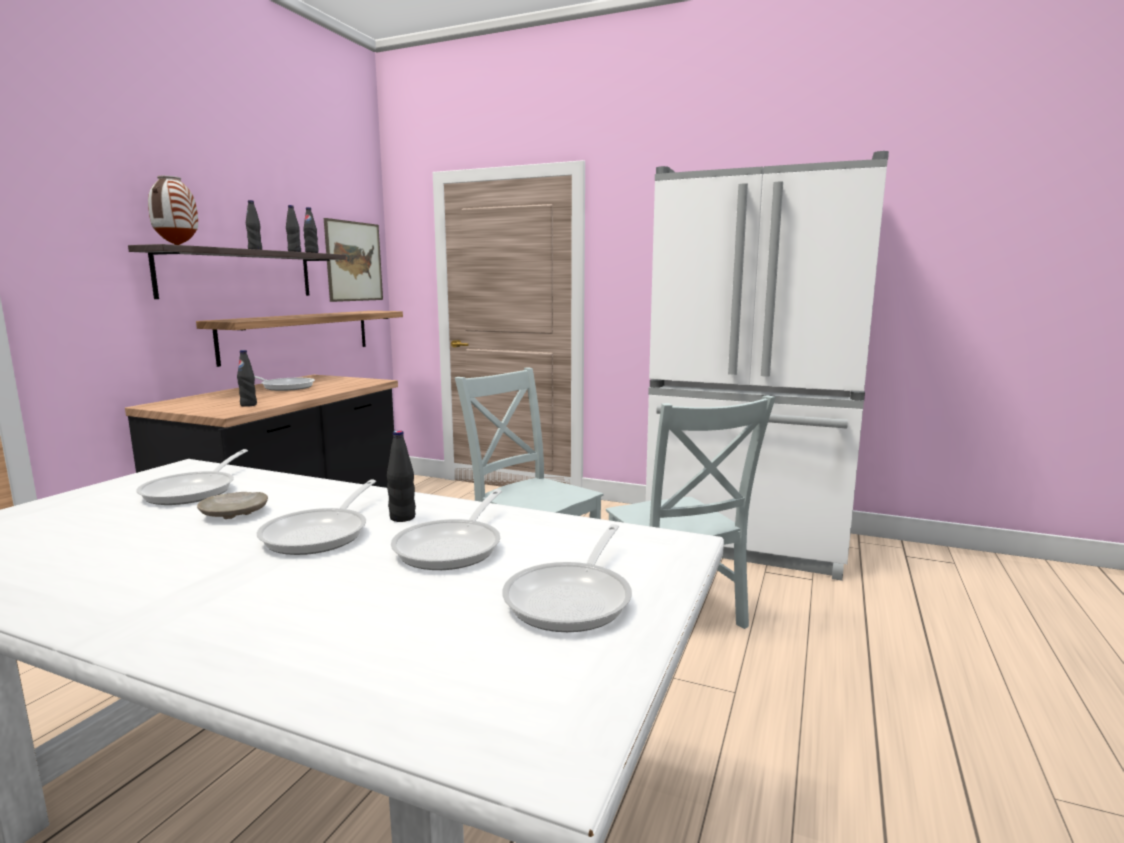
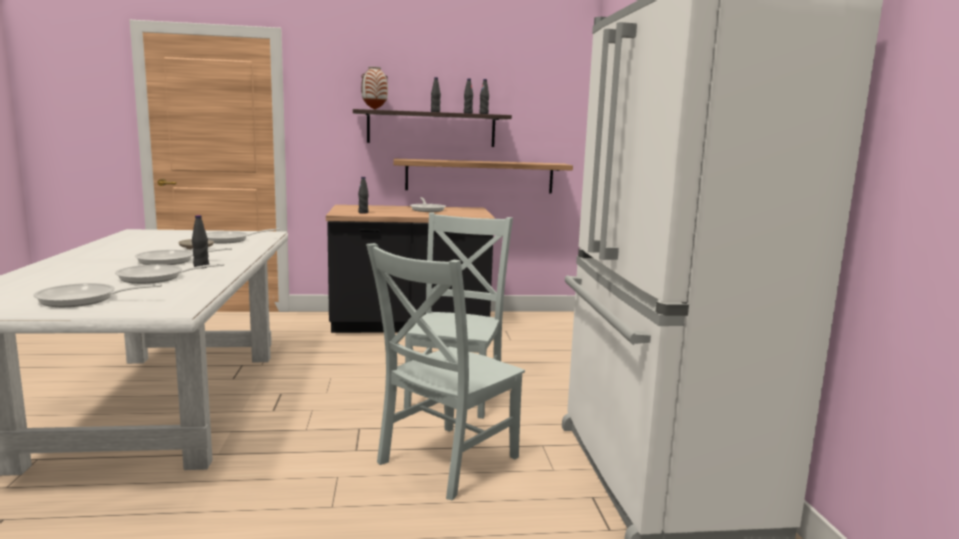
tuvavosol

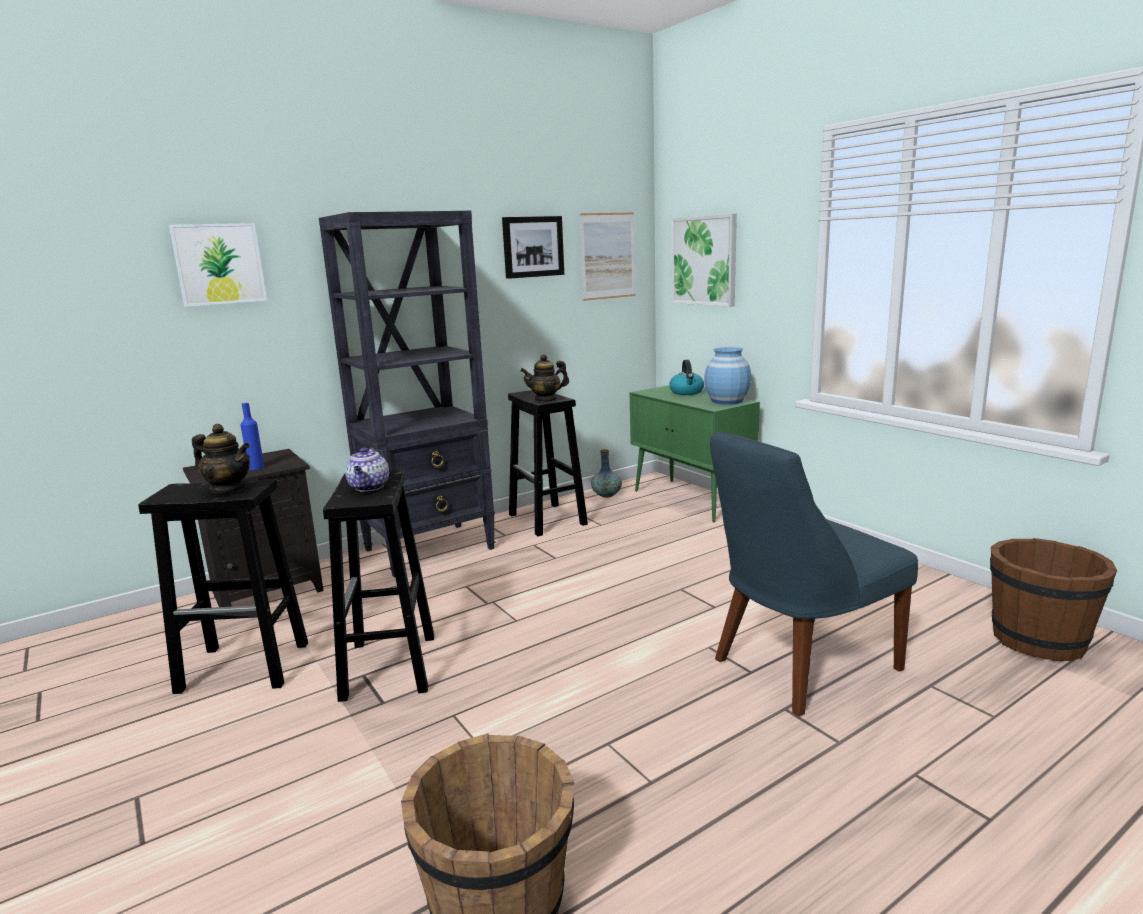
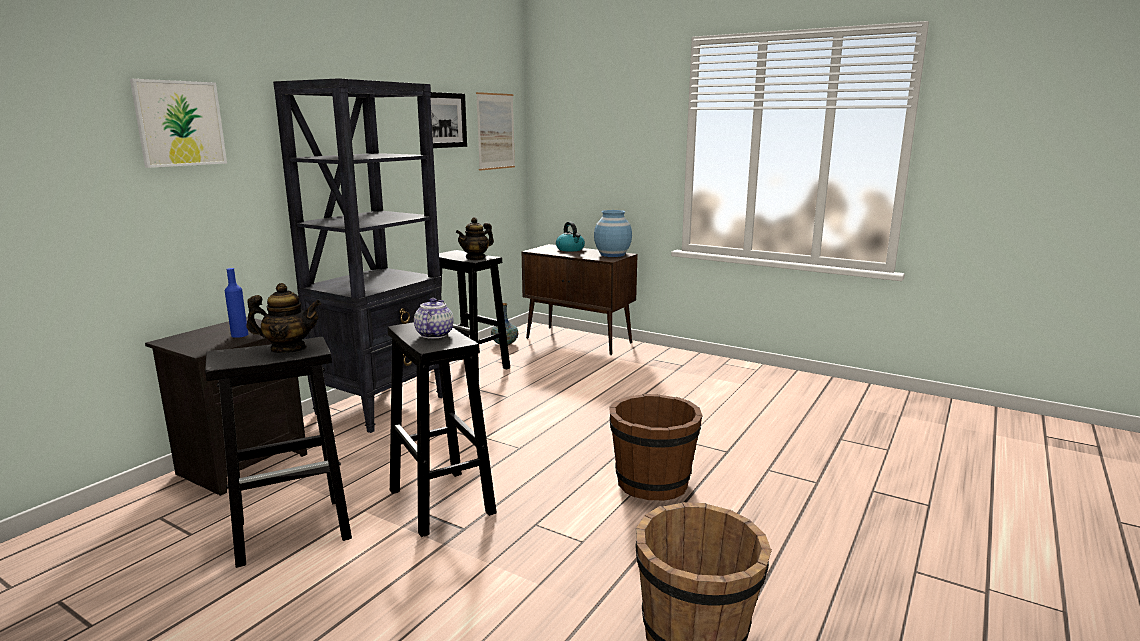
tuvavosol (4th from left in the first image)
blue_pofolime
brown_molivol (1st from left)
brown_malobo
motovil (2nd from left)

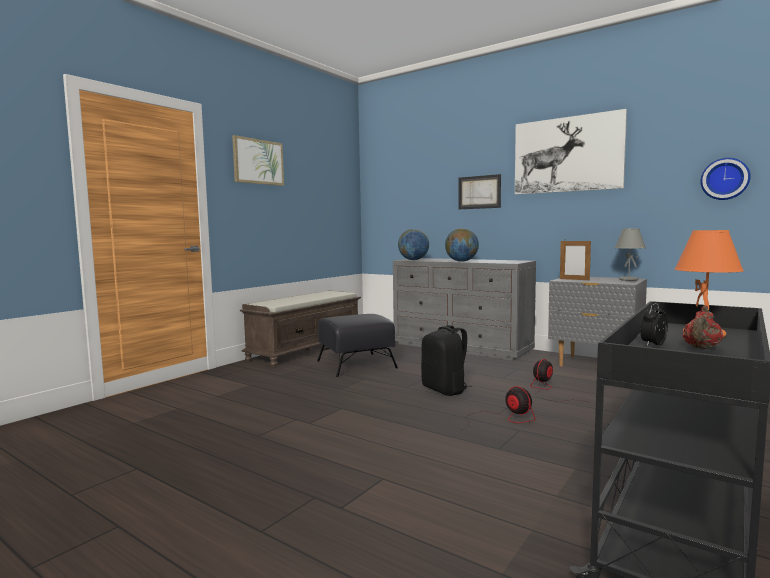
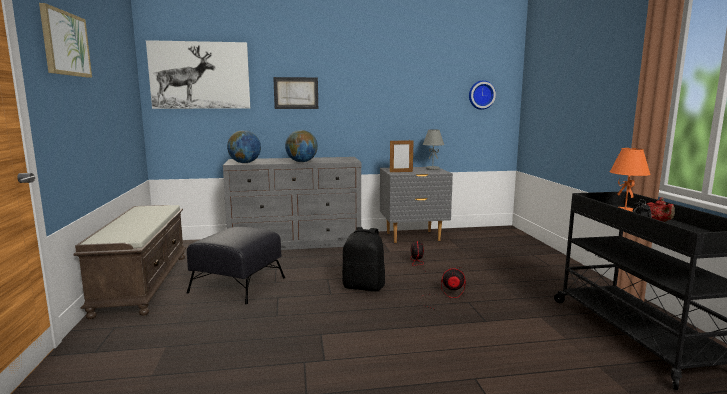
tuvavosol (2nd from left)

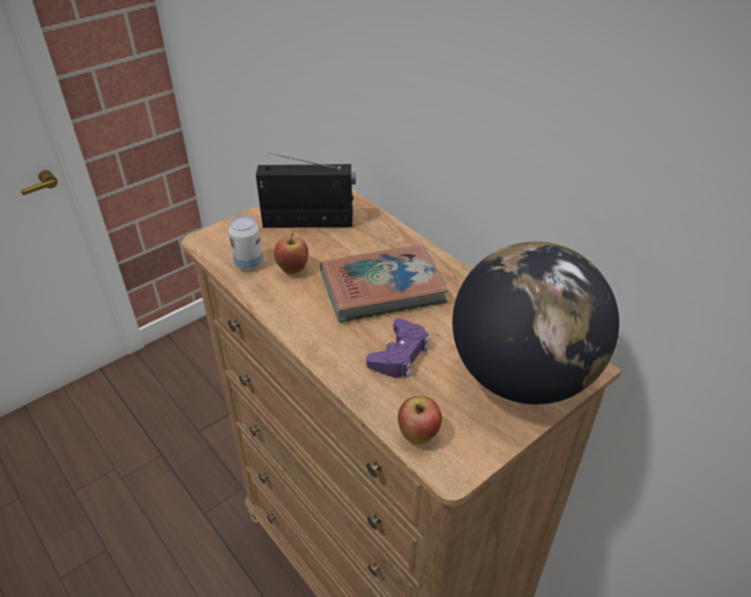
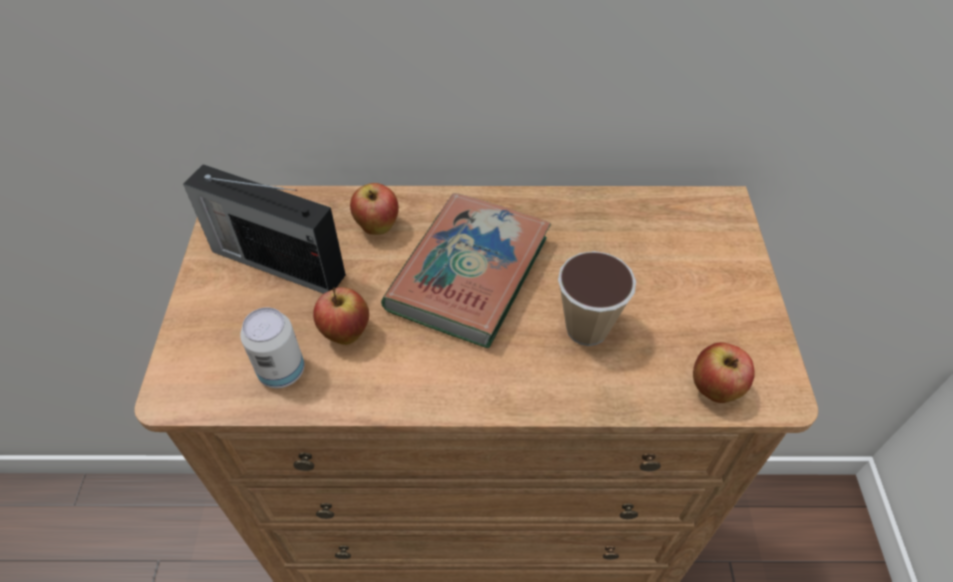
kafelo
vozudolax (2nd from left)
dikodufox
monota

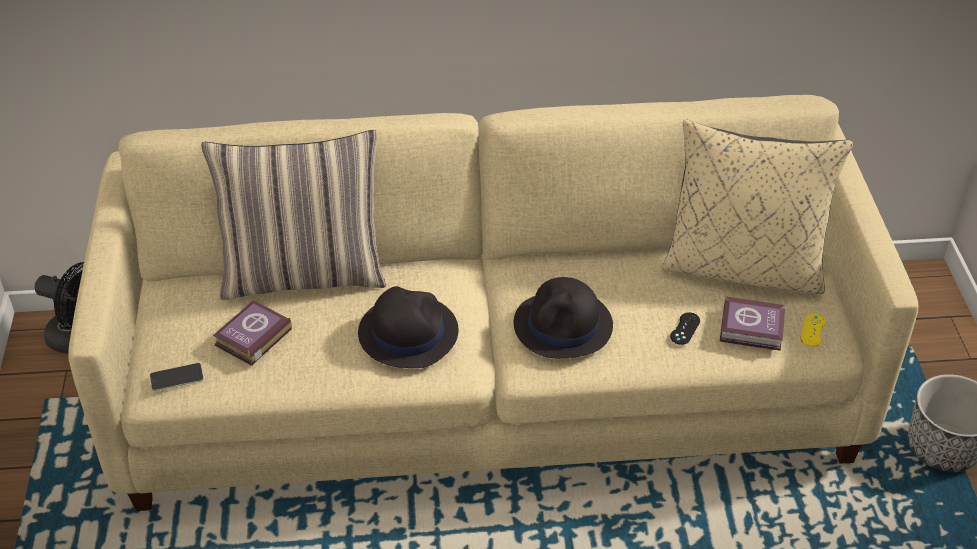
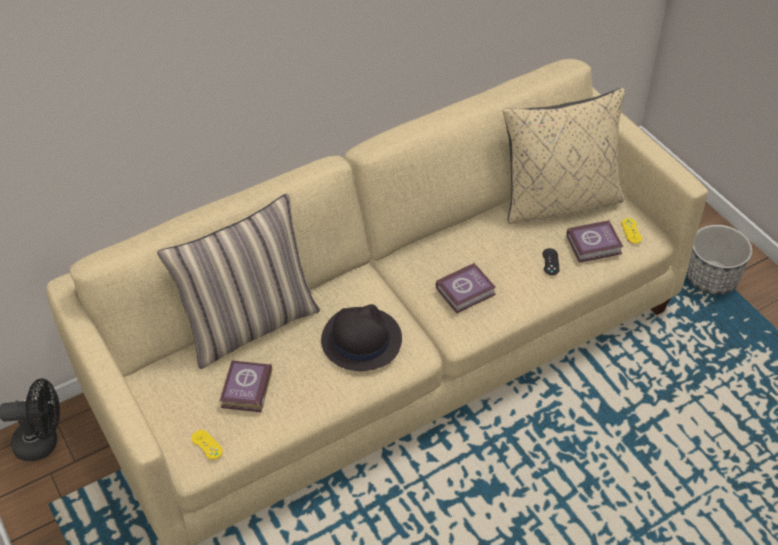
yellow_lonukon (1st from left)
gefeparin (2nd from left)

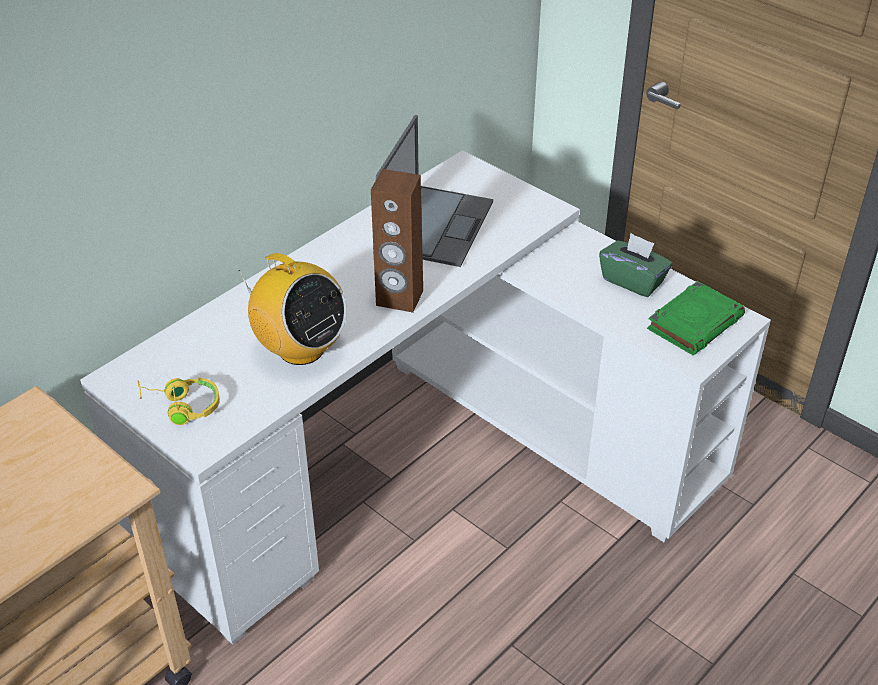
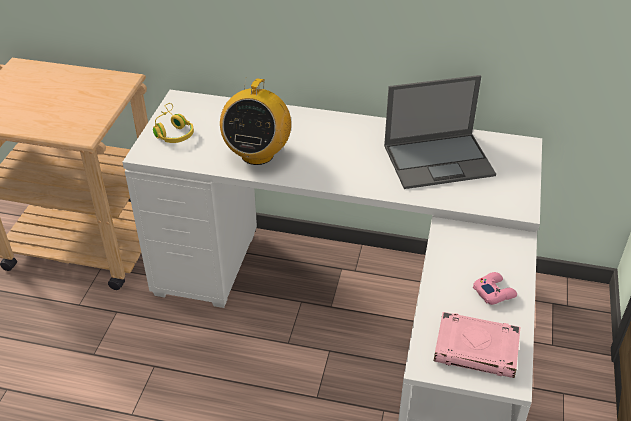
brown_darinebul
pink_lonukon
pink_gefeparin

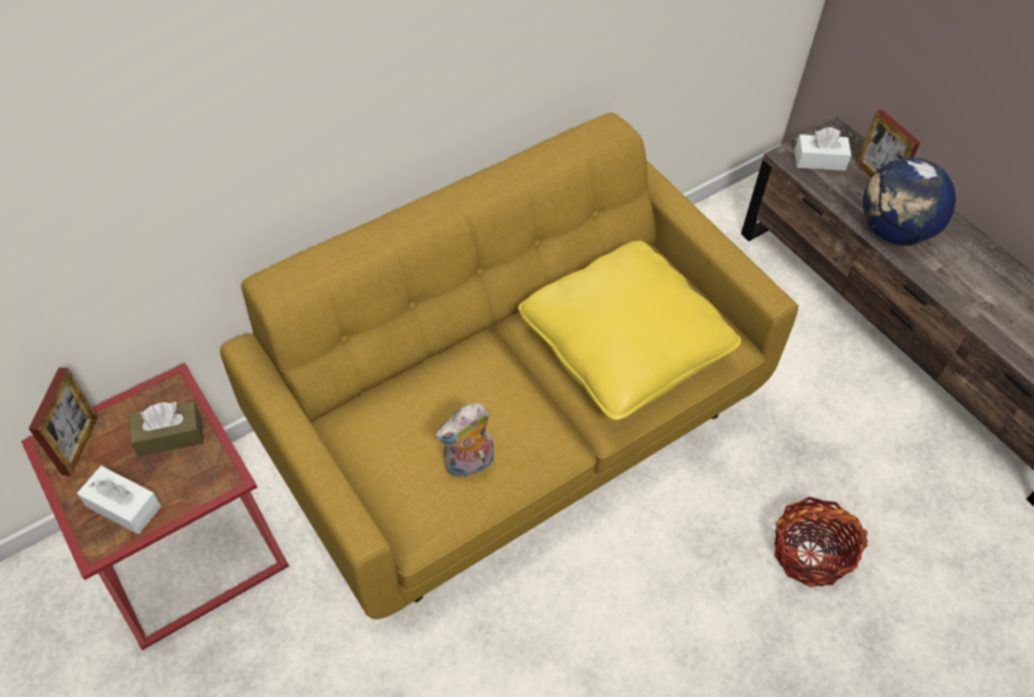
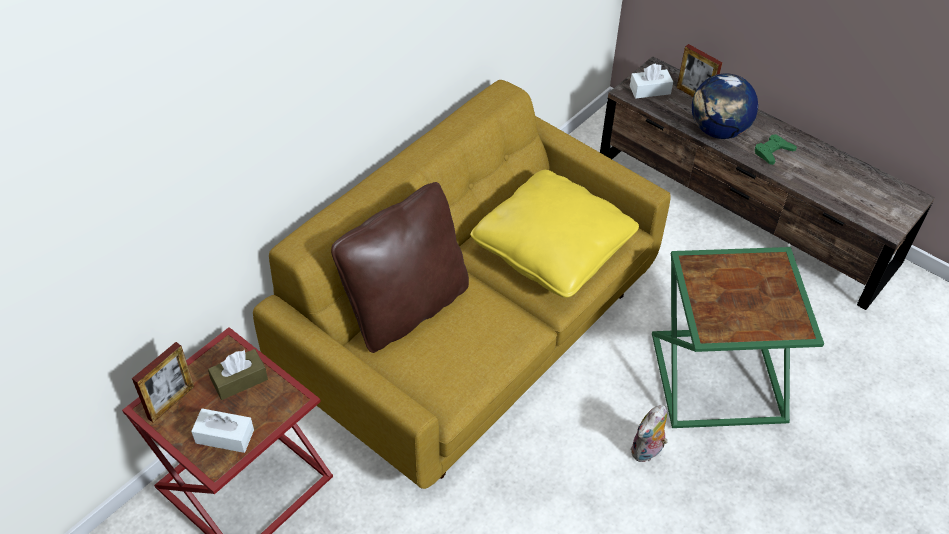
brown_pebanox
green_lonukon
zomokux
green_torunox
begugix (1st from left)

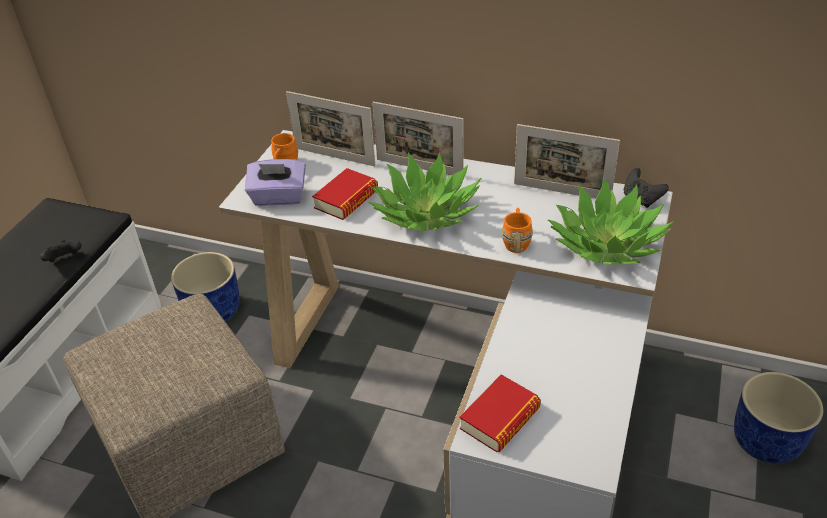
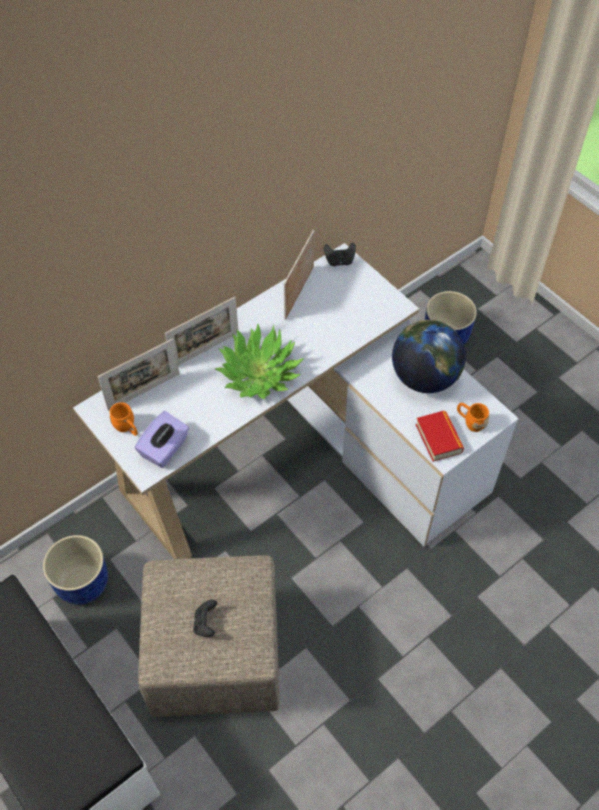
gefeparin (1st from left in the first image)
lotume (2nd from left in the first image)
kafelo
black_lonukon (1st from left)
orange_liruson (2nd from left)
begugix (3rd from left)

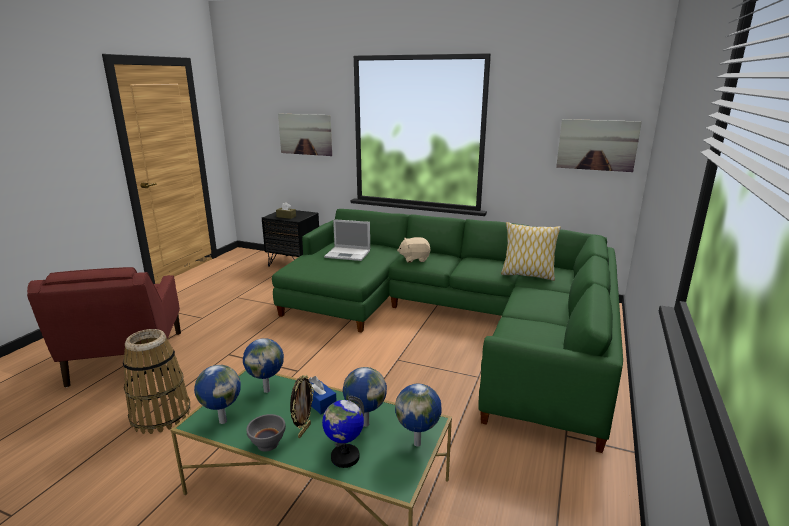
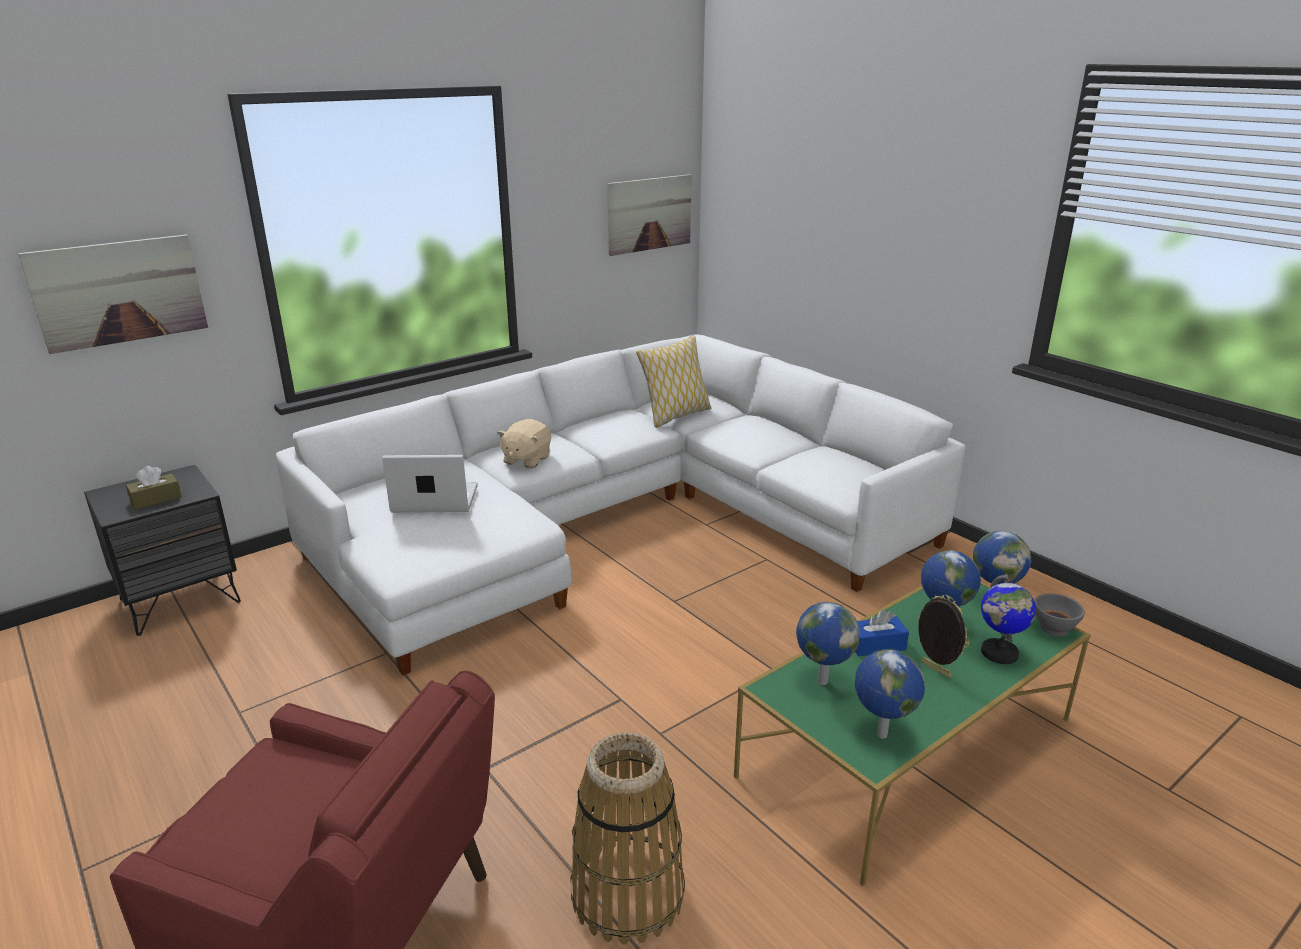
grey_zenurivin
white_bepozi
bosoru

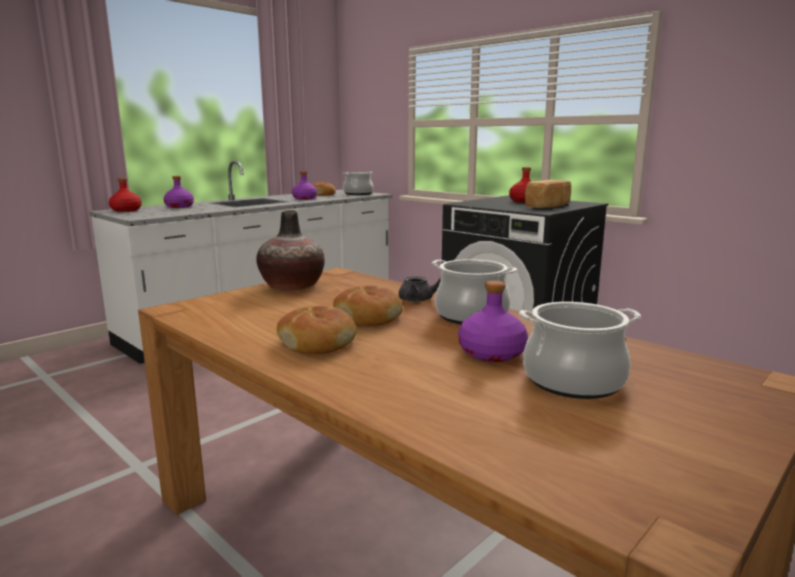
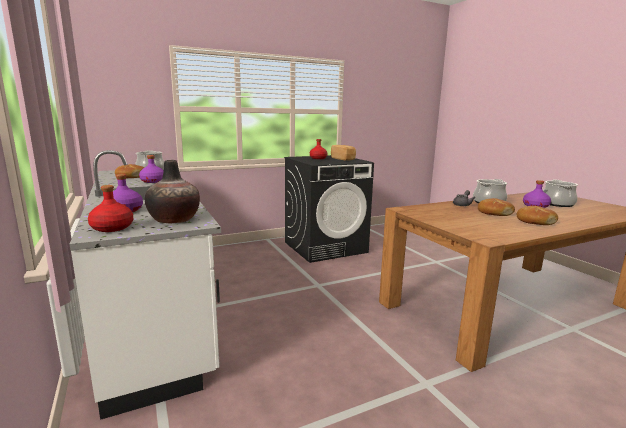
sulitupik

